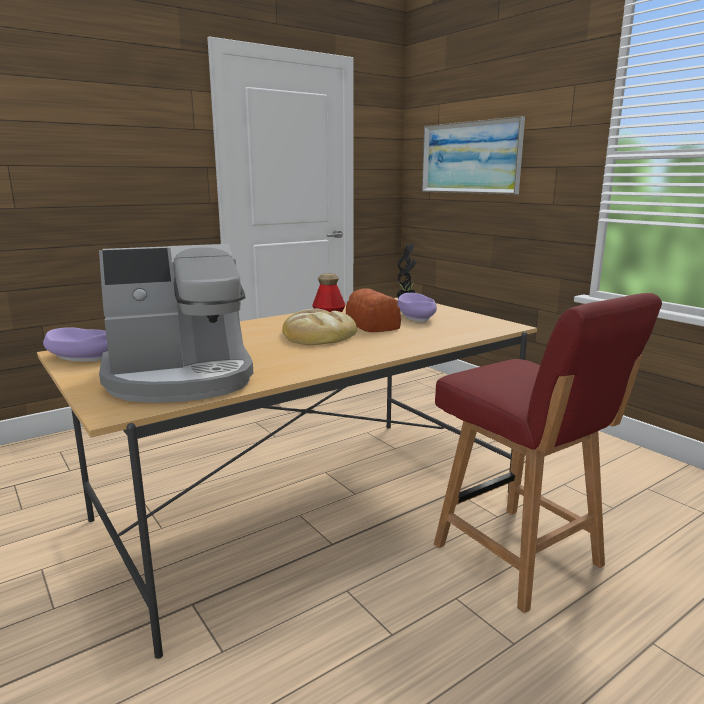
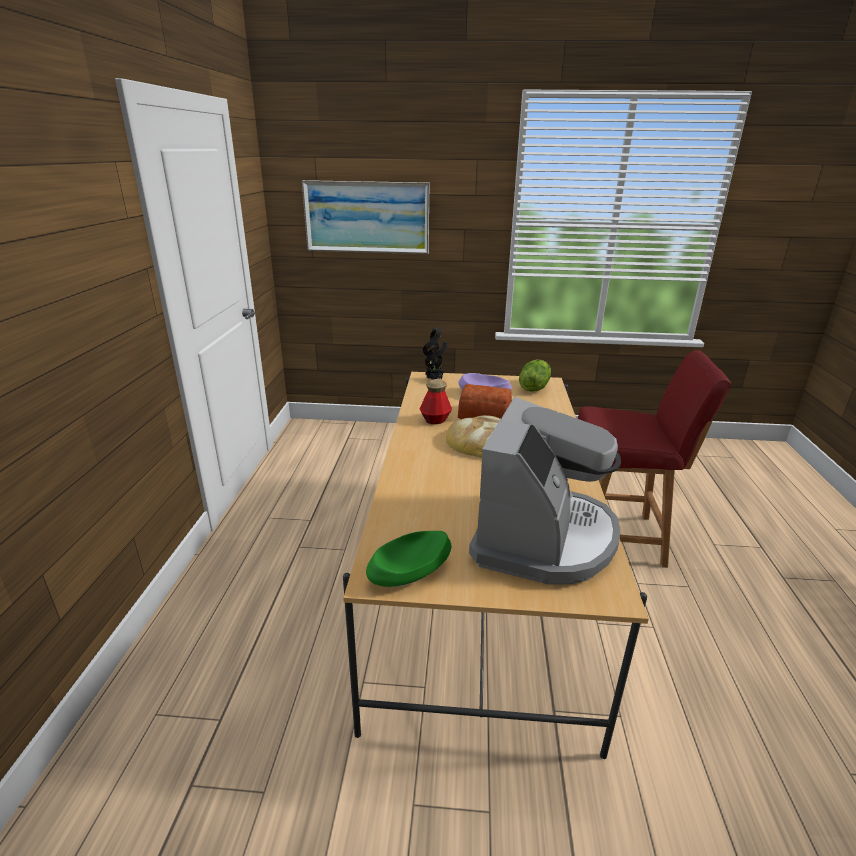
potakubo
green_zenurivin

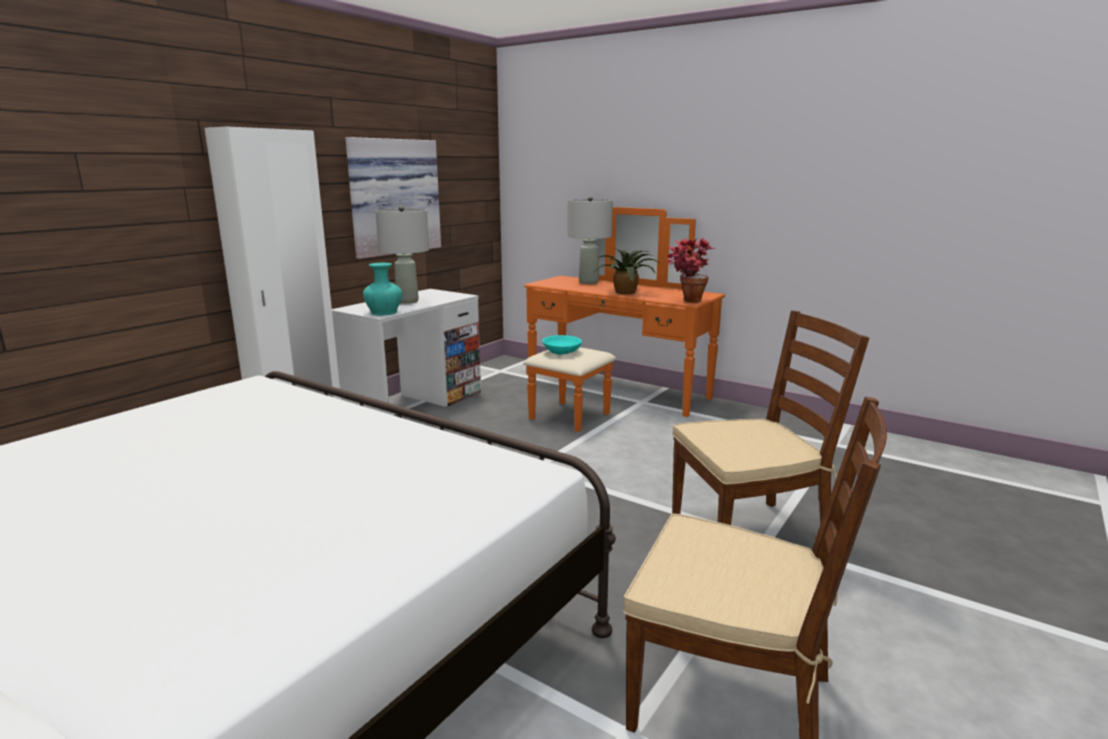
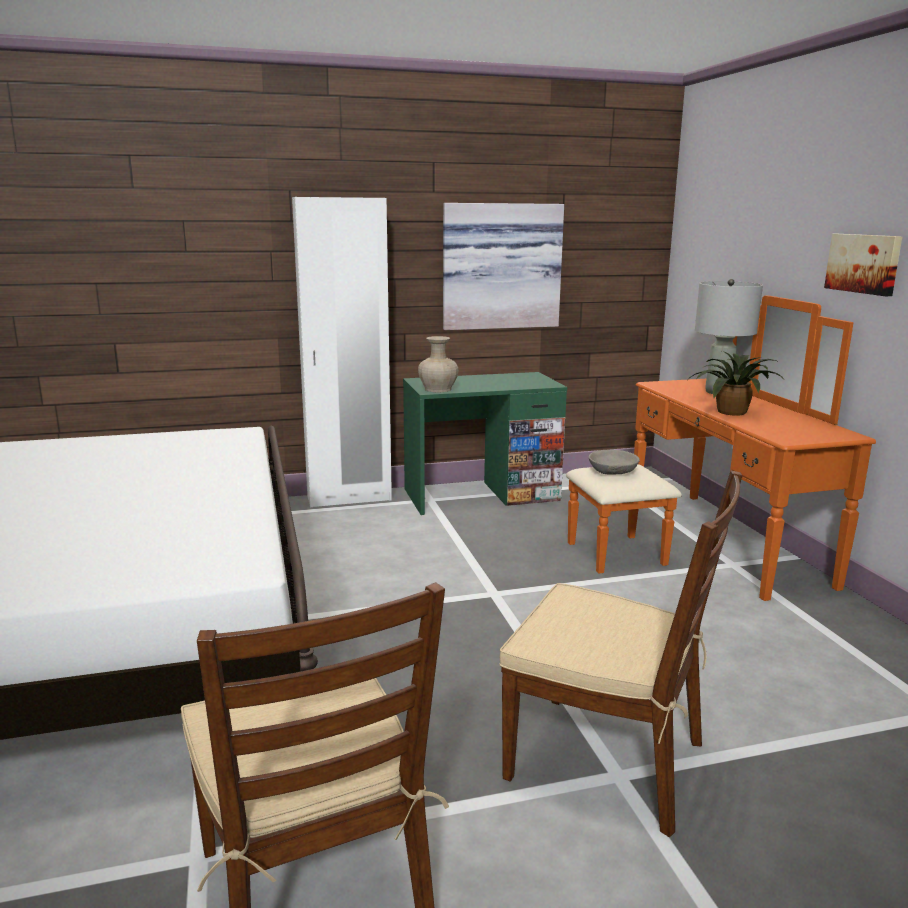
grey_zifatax (1st from left in the first image)
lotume (2nd from left in the first image)
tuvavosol (2nd from left)
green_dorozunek
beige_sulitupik
grey_zenurivin

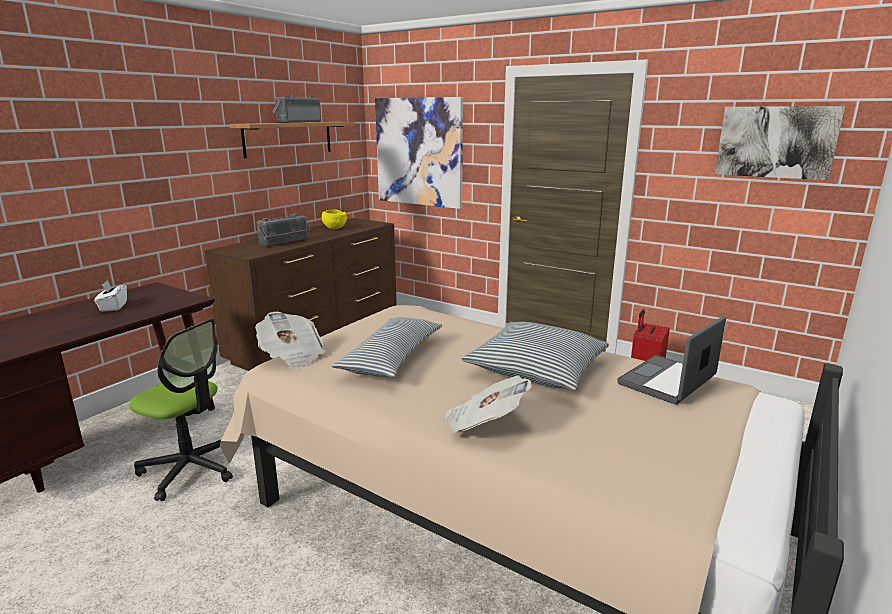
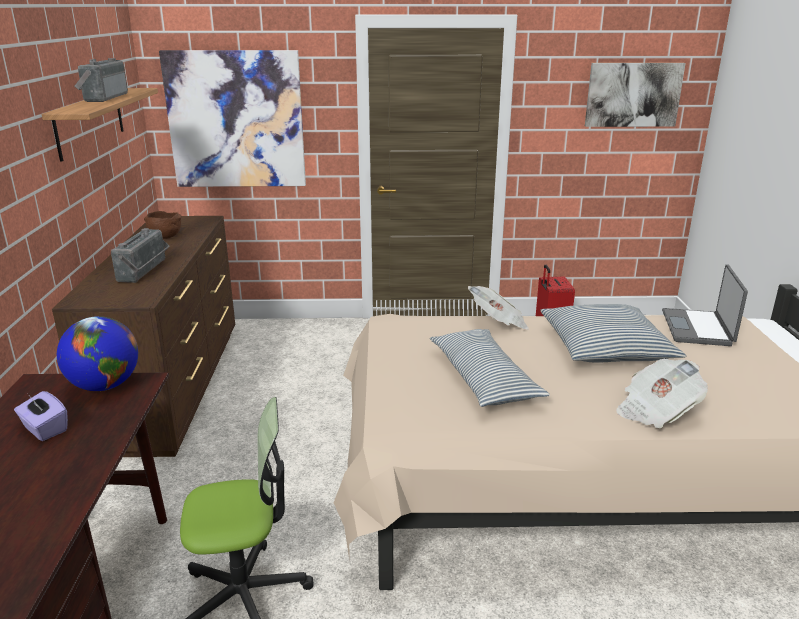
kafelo
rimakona (1st from left)
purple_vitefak
brown_zenurivin

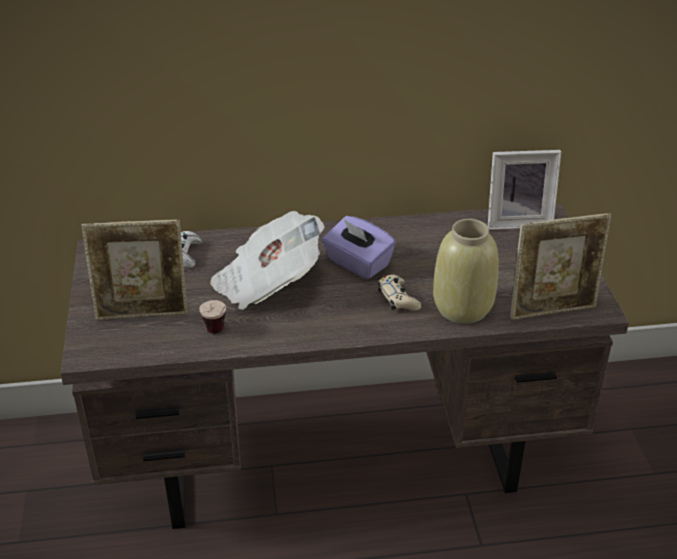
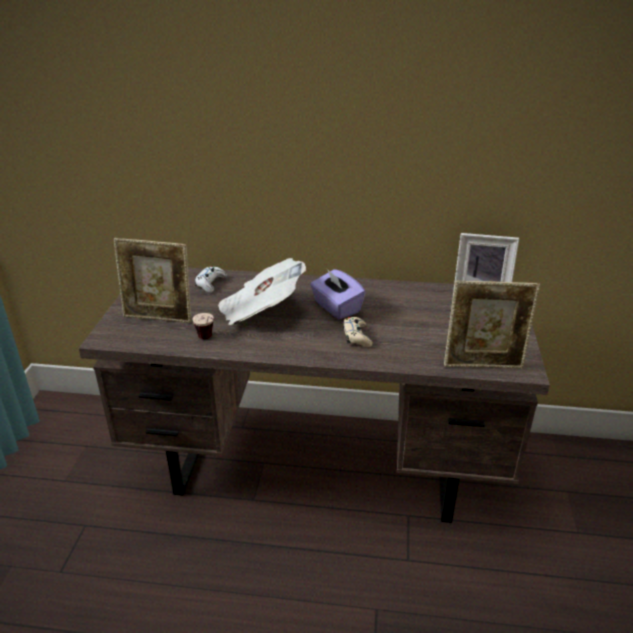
beige_sulitupik

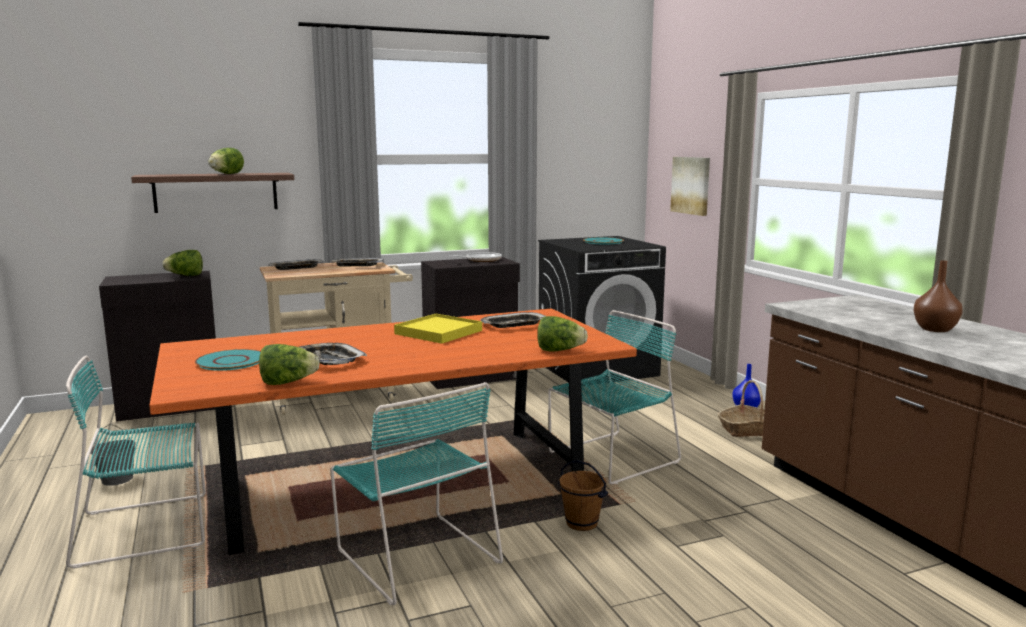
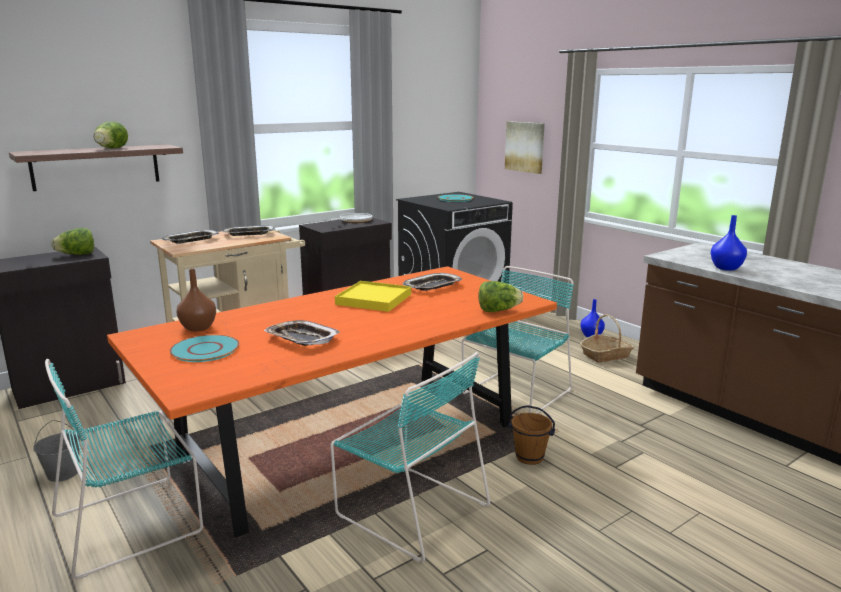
potakubo (3rd from left in the first image)
blue_sulitupik (2nd from left)
brown_sulitupik

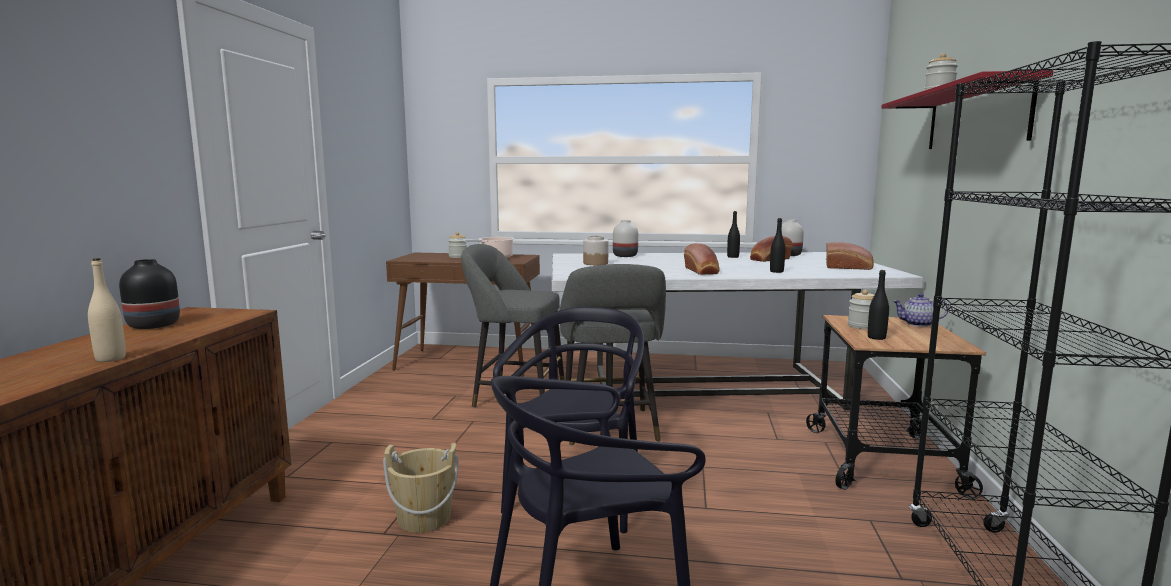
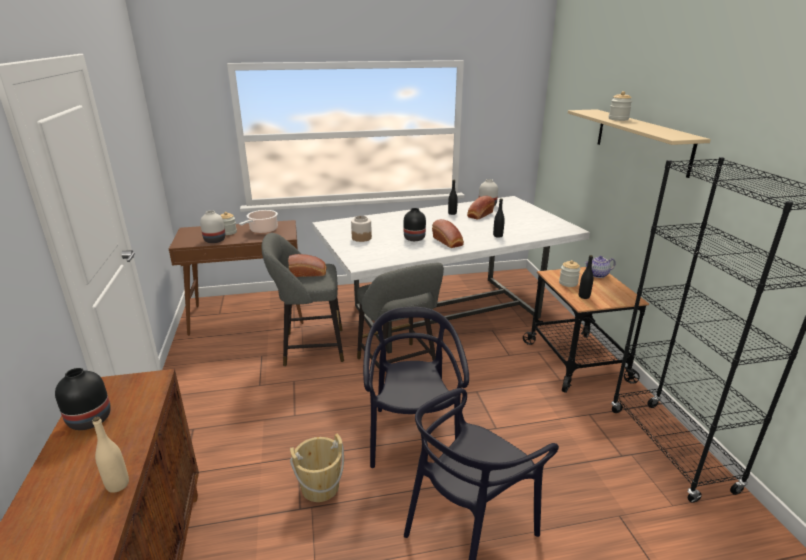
black_sulitupik (2nd from left)
white_sulitupik (1st from left)
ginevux (1st from left)
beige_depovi

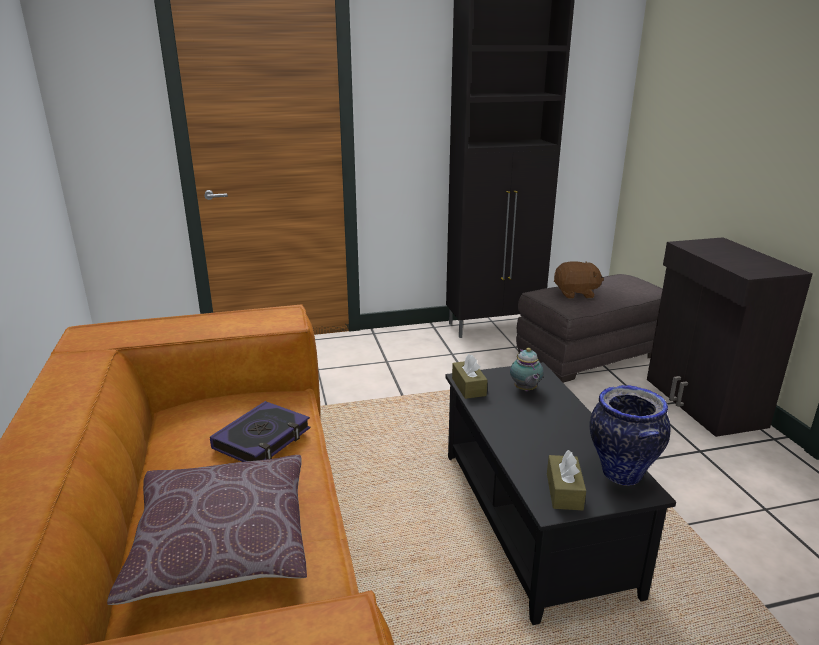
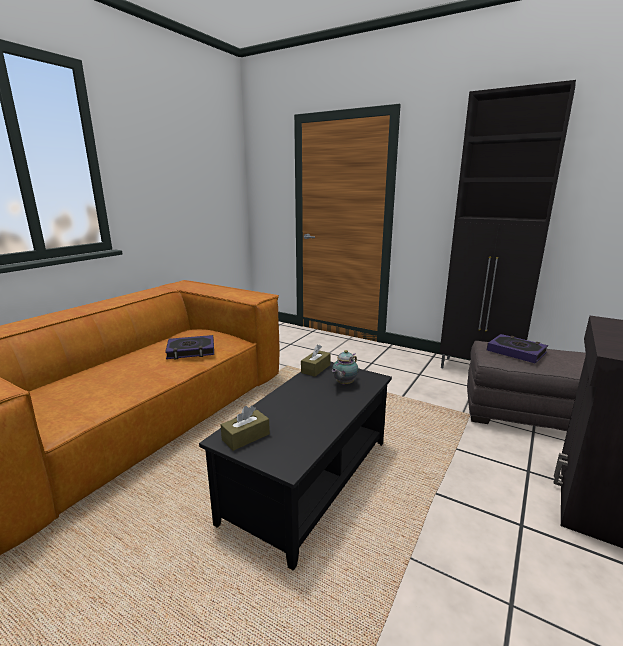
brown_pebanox
sulitupik
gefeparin (2nd from left)

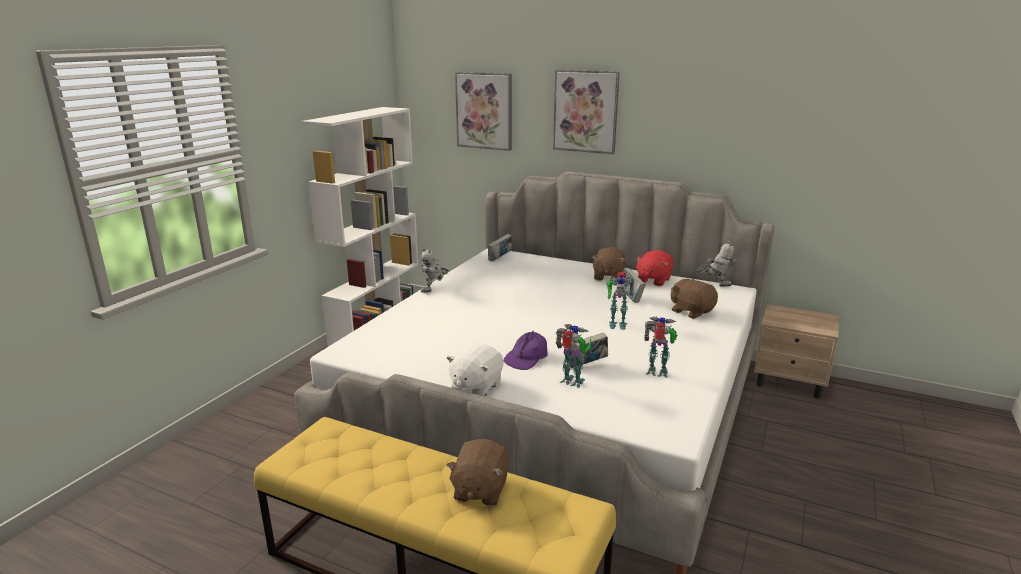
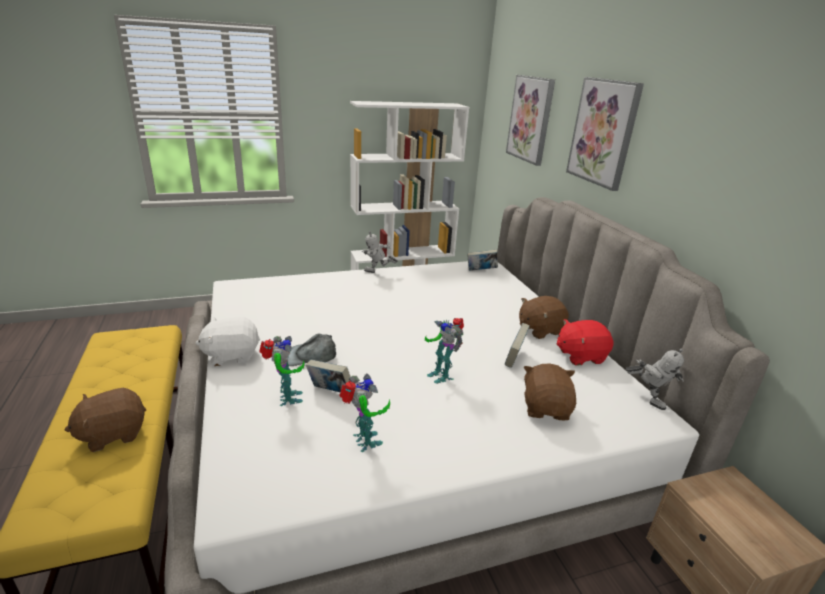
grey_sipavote

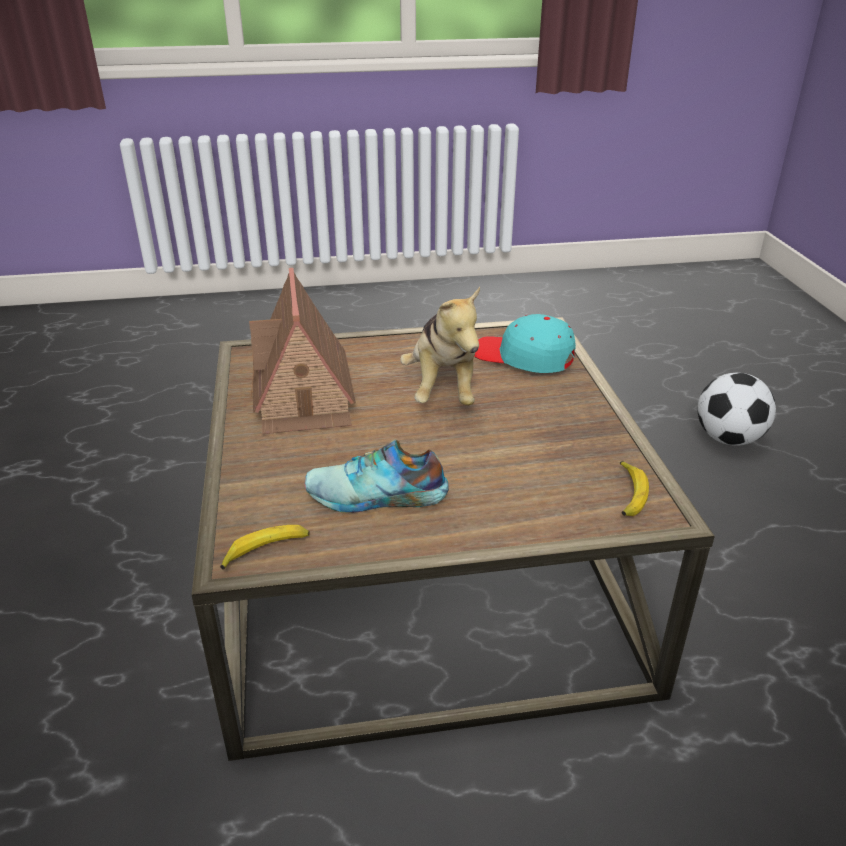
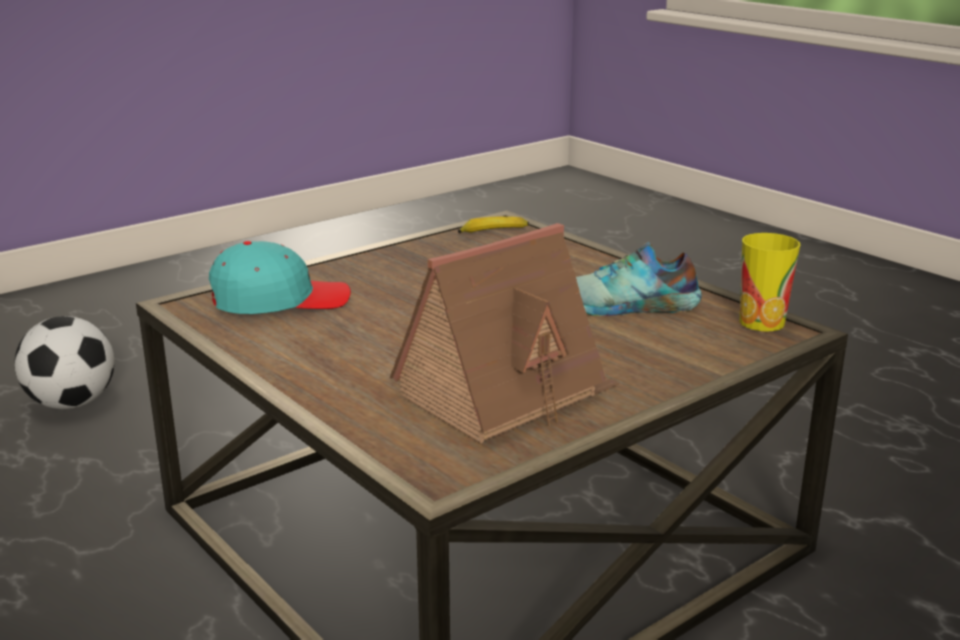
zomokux
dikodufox
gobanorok
turquoise_sipavote

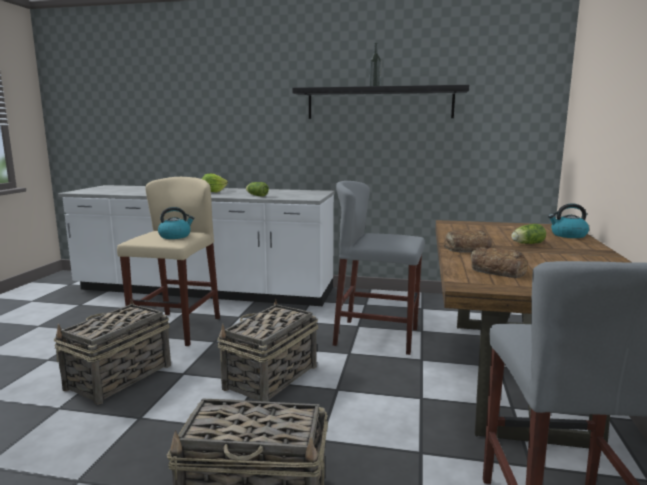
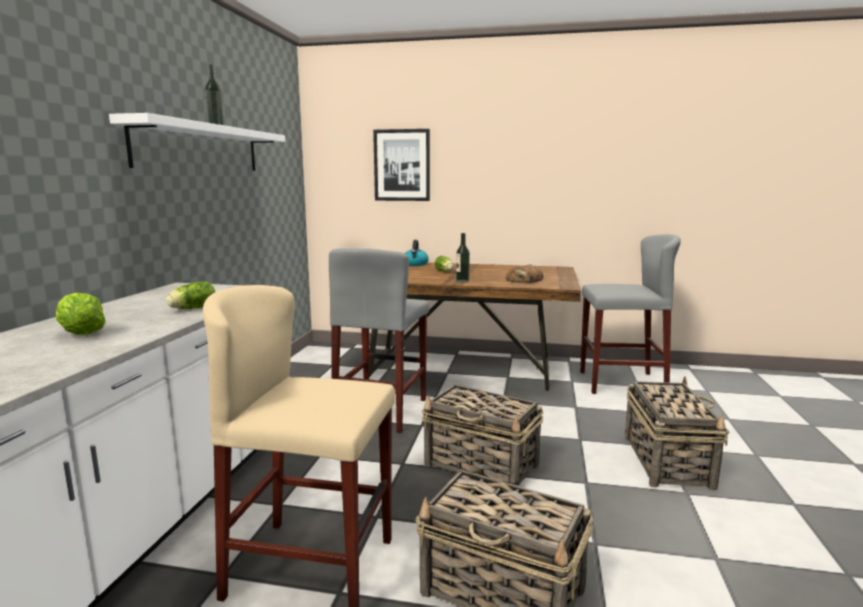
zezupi (1st from left in the first image)
tuvavosol
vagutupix (2nd from left)
white_depovi

